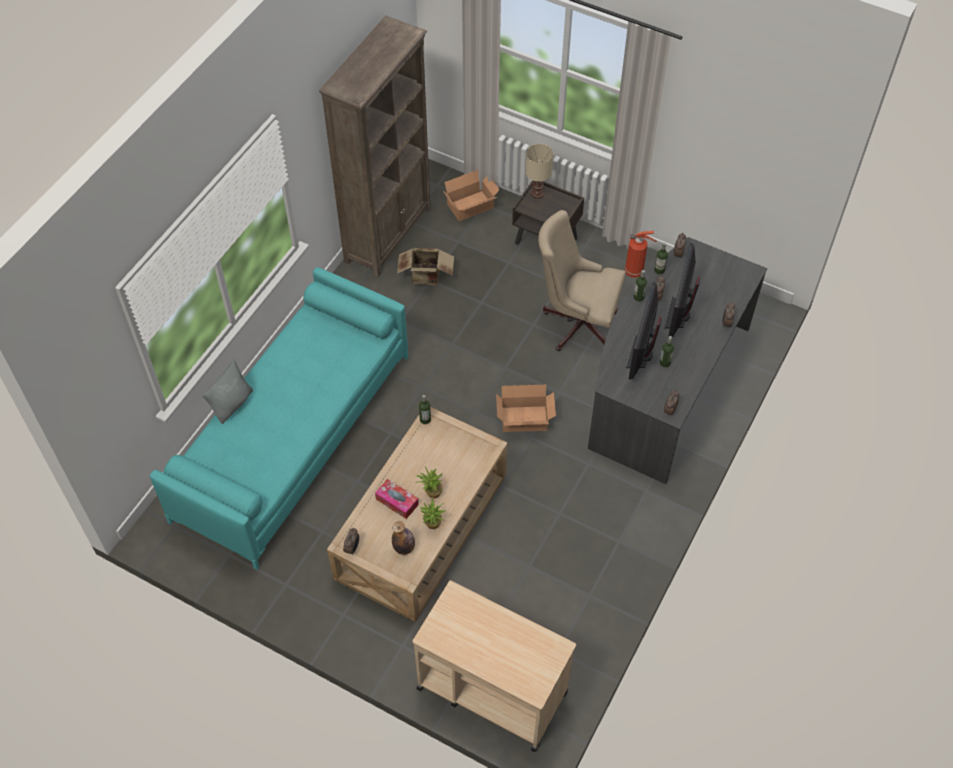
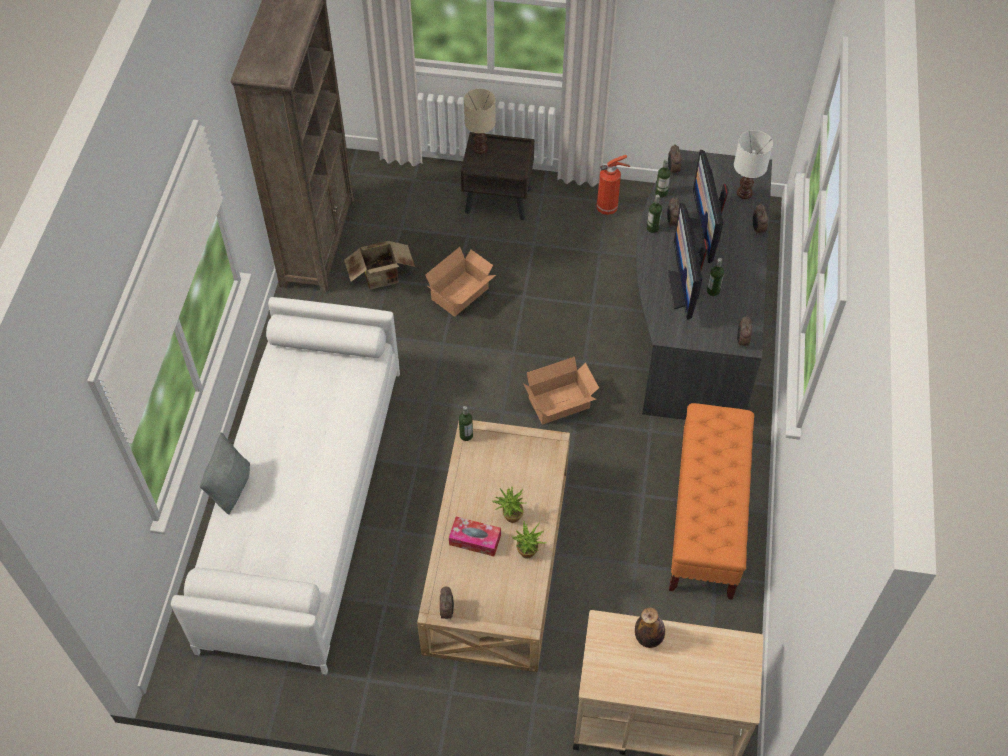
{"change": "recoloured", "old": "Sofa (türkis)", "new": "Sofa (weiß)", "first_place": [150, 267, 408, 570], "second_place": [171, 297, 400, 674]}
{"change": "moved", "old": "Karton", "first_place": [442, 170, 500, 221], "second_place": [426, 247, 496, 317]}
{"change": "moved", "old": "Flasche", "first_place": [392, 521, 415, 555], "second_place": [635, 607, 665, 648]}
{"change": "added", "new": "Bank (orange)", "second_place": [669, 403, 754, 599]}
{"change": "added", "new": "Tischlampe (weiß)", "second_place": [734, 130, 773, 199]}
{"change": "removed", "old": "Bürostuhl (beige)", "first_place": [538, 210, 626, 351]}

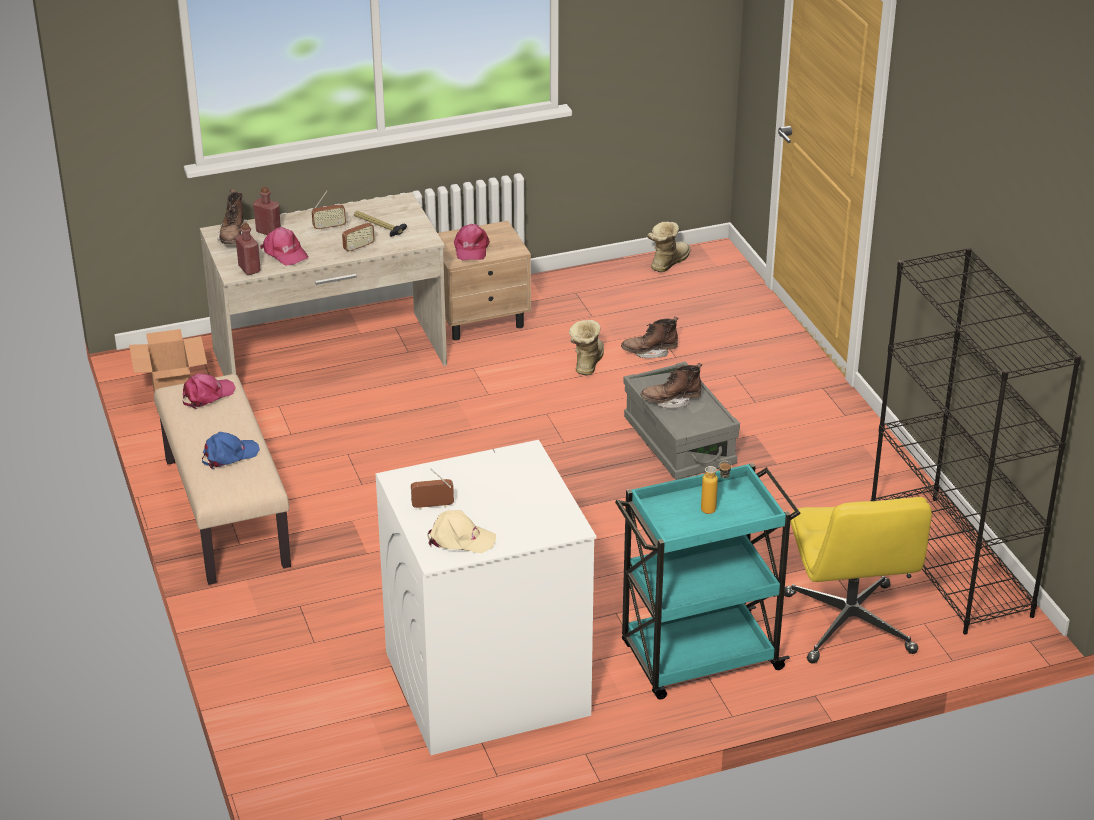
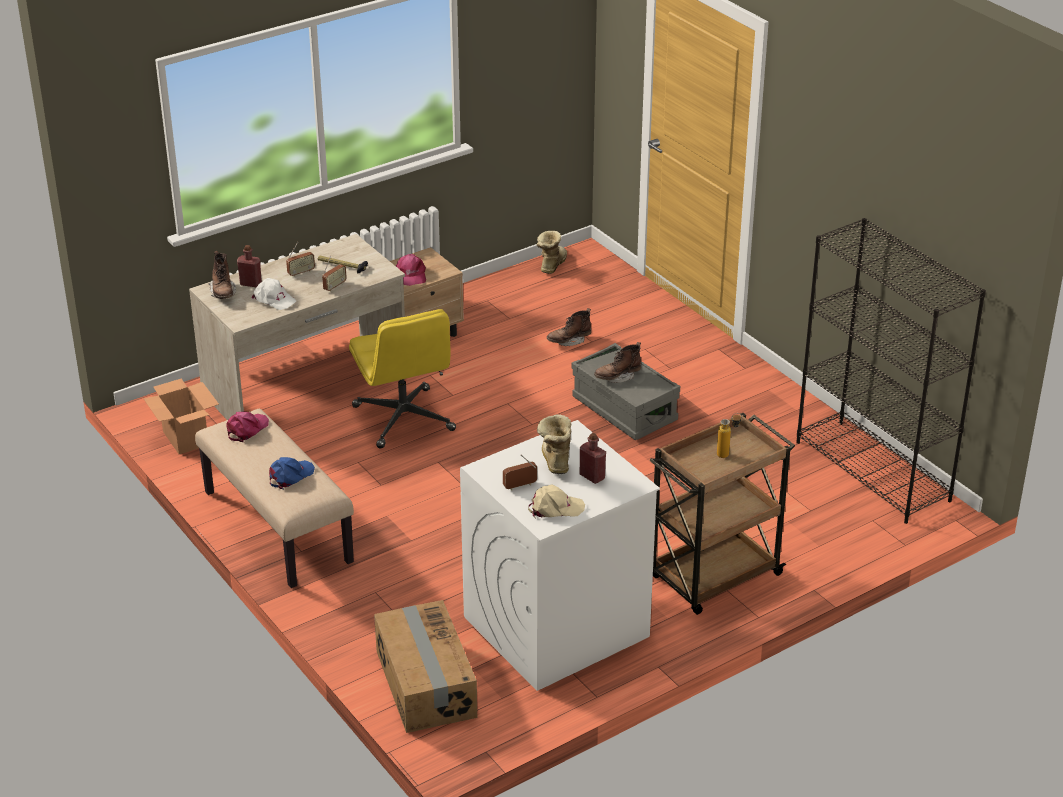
{"change": "recoloured", "old": "Kappe (rosa)", "new": "Kappe (weiß)", "first_place": [260, 227, 309, 265], "second_place": [251, 278, 296, 310]}
{"change": "moved", "old": "Bürostuhl (gelb)", "first_place": [784, 497, 932, 663], "second_place": [349, 309, 456, 449]}
{"change": "added", "new": "Karton", "second_place": [374, 600, 477, 733]}
{"change": "moved", "old": "Stiefel", "first_place": [569, 320, 604, 375], "second_place": [537, 415, 571, 474]}
{"change": "moved", "old": "Flasche (rot)", "first_place": [236, 223, 261, 275], "second_place": [580, 433, 606, 484]}
{"change": "recoloured", "old": "Rollwagen (türkis)", "new": "Rollwagen (braun)", "first_place": [615, 463, 801, 700], "second_place": [649, 413, 795, 615]}

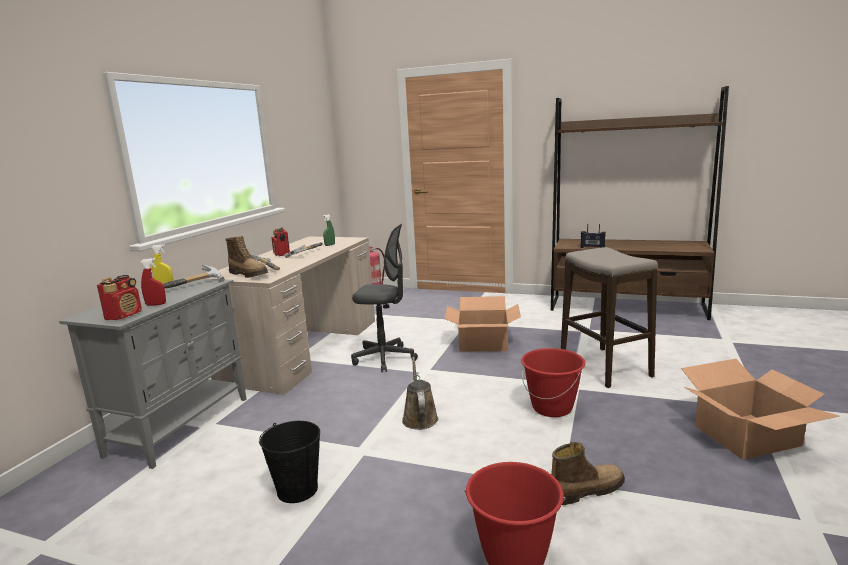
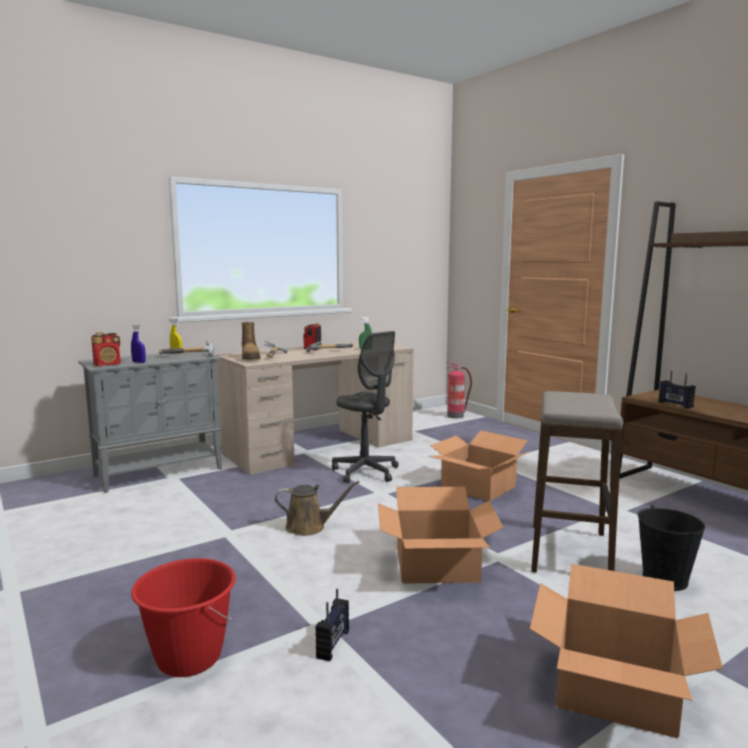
{"change": "recoloured", "old": "Sprühflasche (rot)", "new": "Sprühflasche (blau)", "first_place": [141, 258, 166, 306], "second_place": [131, 323, 146, 363]}
{"change": "turned", "old": "Gießkanne (braun)", "first_place": [402, 357, 438, 430], "second_place": [275, 481, 359, 536], "degrees": 60}
{"change": "replaced", "old": "Stiefel", "new": "Radio", "first_place": [551, 442, 625, 505], "second_place": [315, 589, 349, 661]}
{"change": "replaced", "old": "Eimer (rot)", "new": "Karton", "first_place": [521, 348, 586, 417], "second_place": [378, 487, 504, 584]}
{"change": "moved", "old": "Eimer (schwarz)", "first_place": [259, 421, 320, 503], "second_place": [637, 505, 705, 591]}

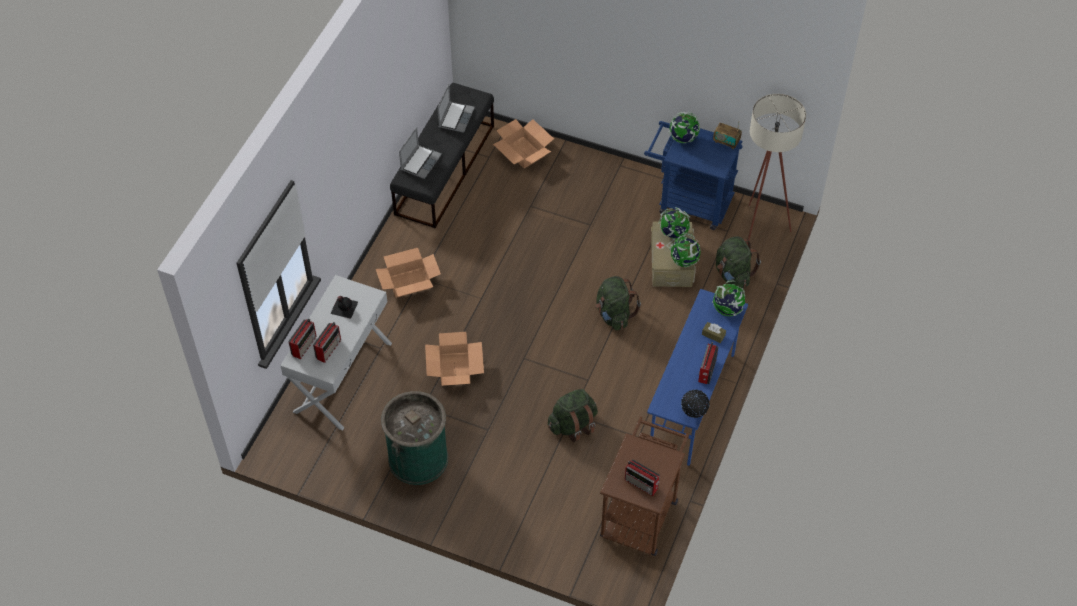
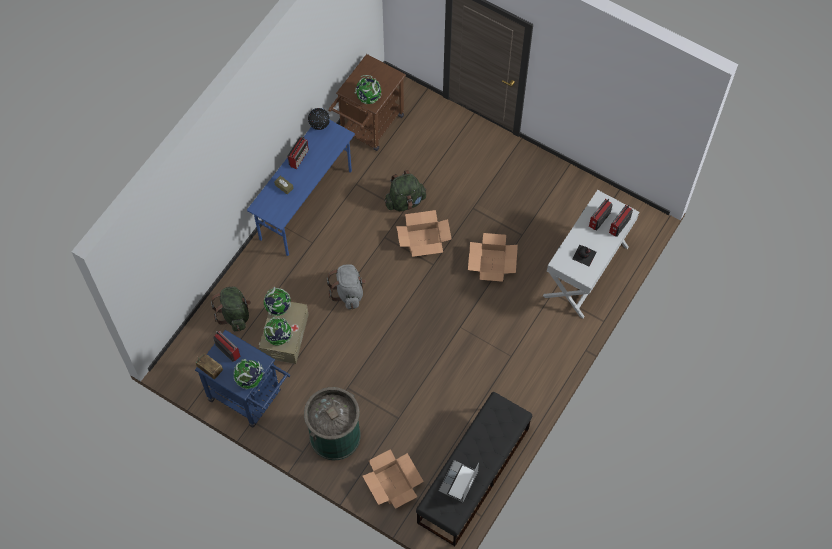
{"change": "moved", "old": "Radio", "first_place": [625, 459, 660, 496], "second_place": [213, 331, 240, 362]}
{"change": "moved", "old": "Mülleimer (grün)", "first_place": [381, 391, 448, 485], "second_place": [304, 387, 361, 460]}
{"change": "recoloured", "old": "Rucksack (grün)", "new": "Rucksack (grau)", "first_place": [595, 276, 641, 331], "second_place": [327, 264, 366, 309]}
{"change": "moved", "old": "Globus", "first_place": [712, 280, 745, 316], "second_place": [355, 75, 382, 104]}
{"change": "moved", "old": "Karton", "first_place": [376, 248, 441, 298], "second_place": [396, 210, 452, 257]}
{"change": "removed", "old": "Laptop", "first_place": [399, 127, 442, 179]}
{"change": "removed", "old": "Stehlampe (beige)", "first_place": [747, 94, 806, 245]}

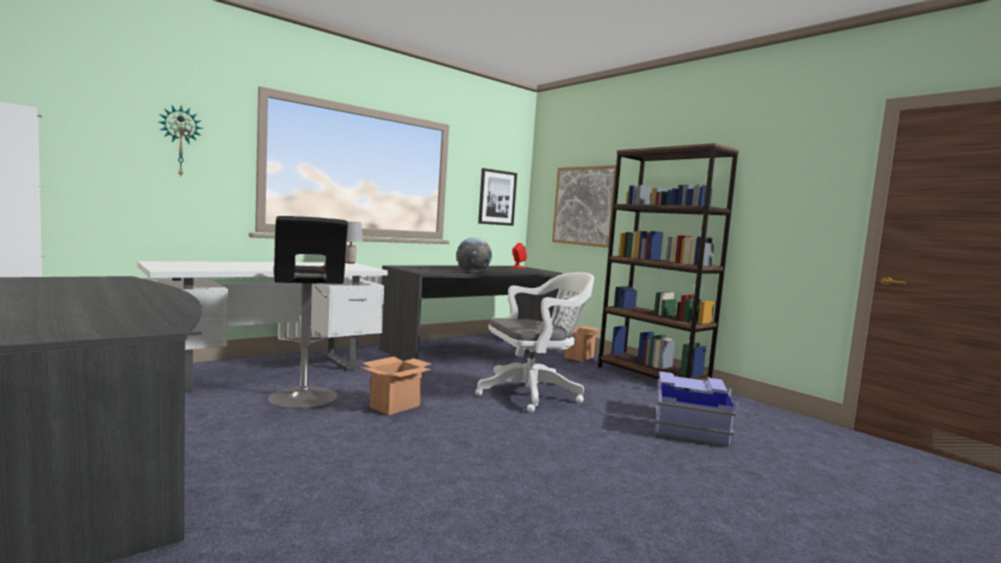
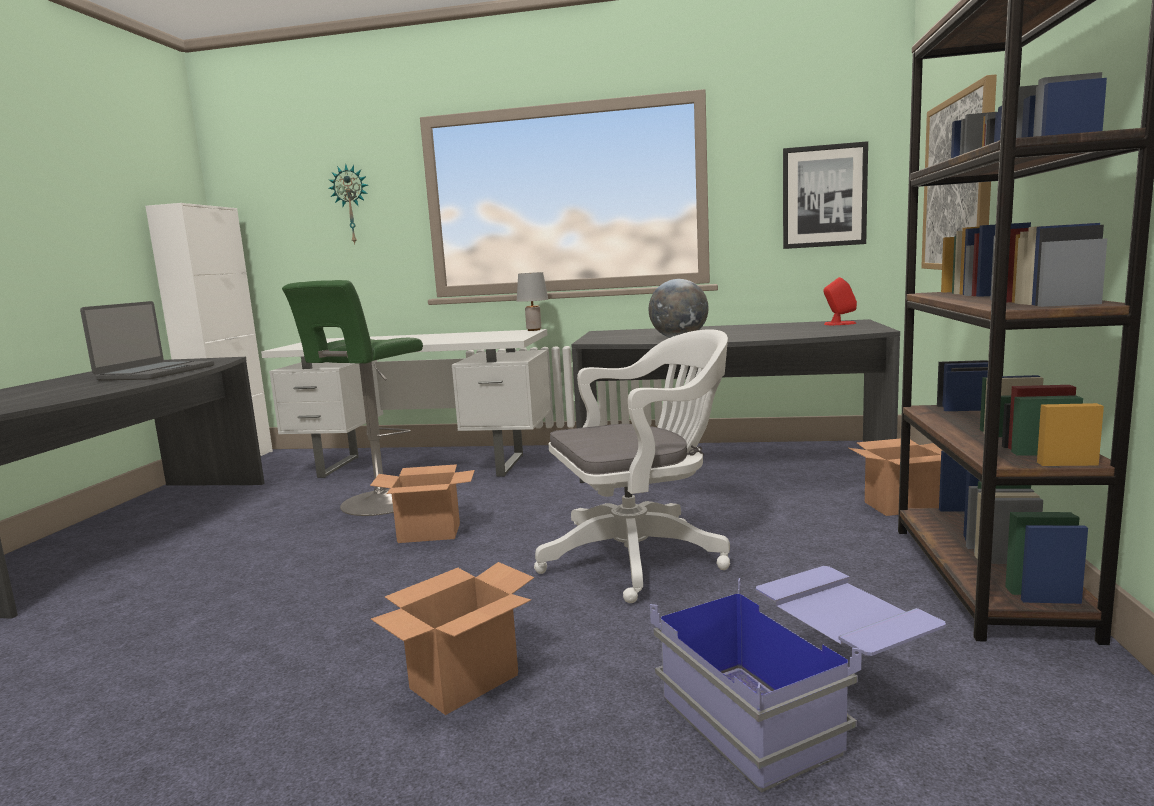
{"change": "added", "new": "Laptop", "second_place": [80, 301, 214, 381]}
{"change": "recoloured", "old": "Hocker (schwarz)", "new": "Hocker (grün)", "first_place": [268, 216, 348, 408], "second_place": [282, 280, 423, 516]}
{"change": "added", "new": "Karton", "second_place": [371, 562, 534, 715]}
{"change": "turned", "old": "Bürostuhl (weiß)", "first_place": [475, 272, 594, 412], "second_place": [534, 329, 730, 603], "degrees": -45}

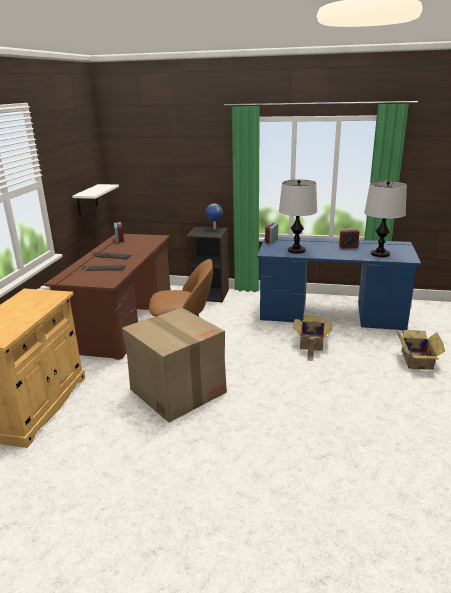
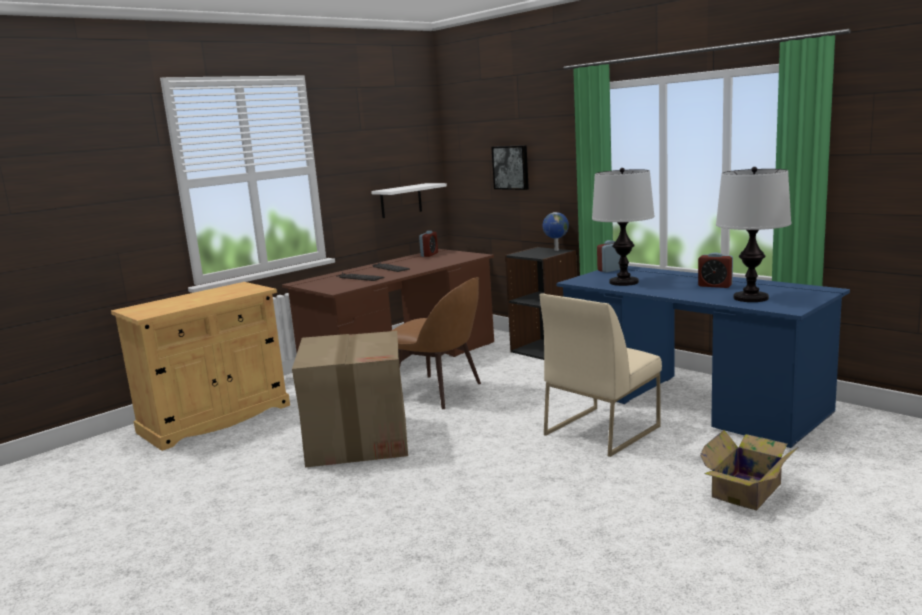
{"change": "added", "new": "Bild", "second_place": [491, 145, 529, 190]}
{"change": "replaced", "old": "Karton", "new": "Stuhl (beige)", "first_place": [293, 315, 332, 361], "second_place": [540, 293, 662, 457]}

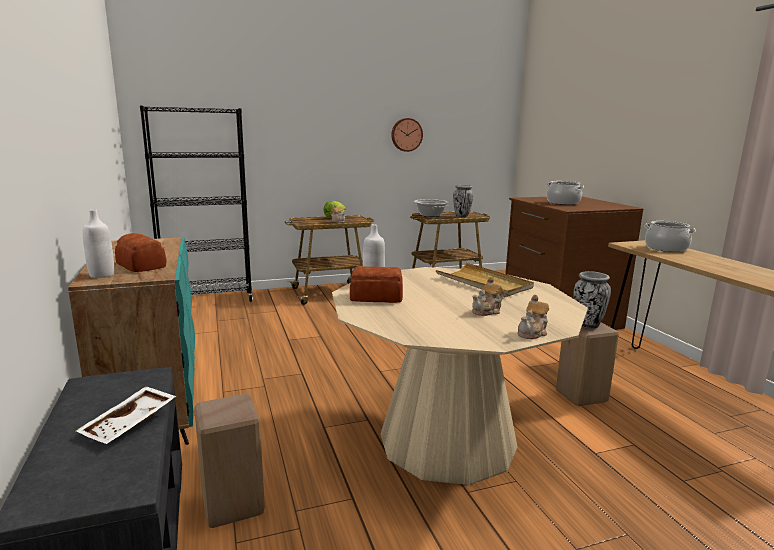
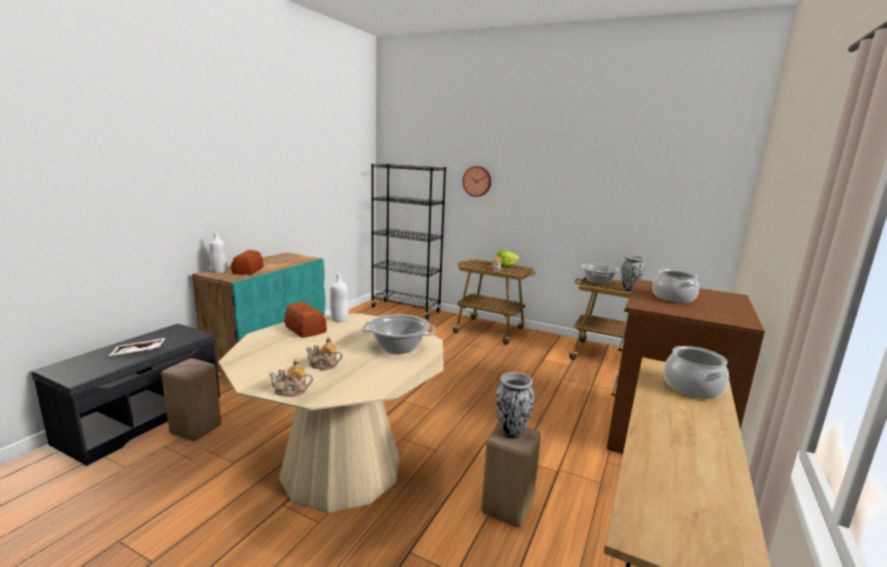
{"change": "replaced", "old": "Tablett (beige)", "new": "Kochtopf", "first_place": [436, 263, 534, 297], "second_place": [362, 314, 435, 354]}
{"change": "moved", "old": "Wanduhr", "first_place": [391, 118, 423, 152], "second_place": [462, 166, 491, 197]}

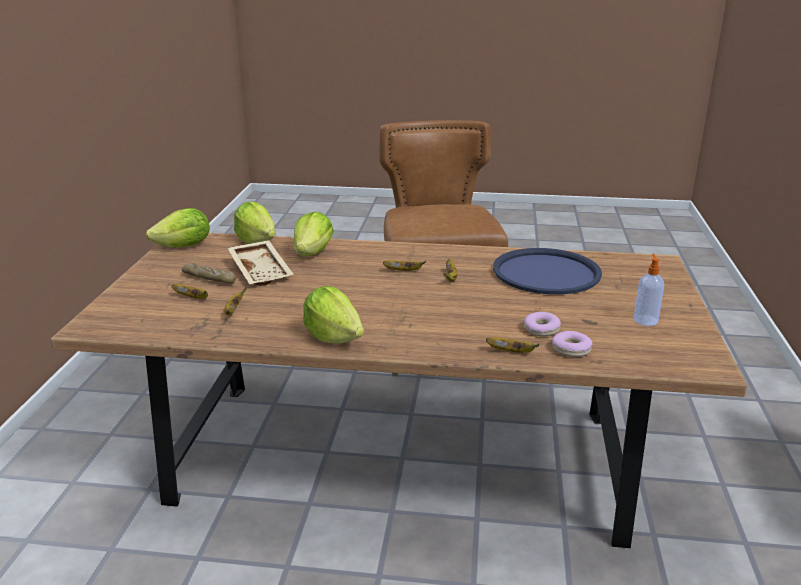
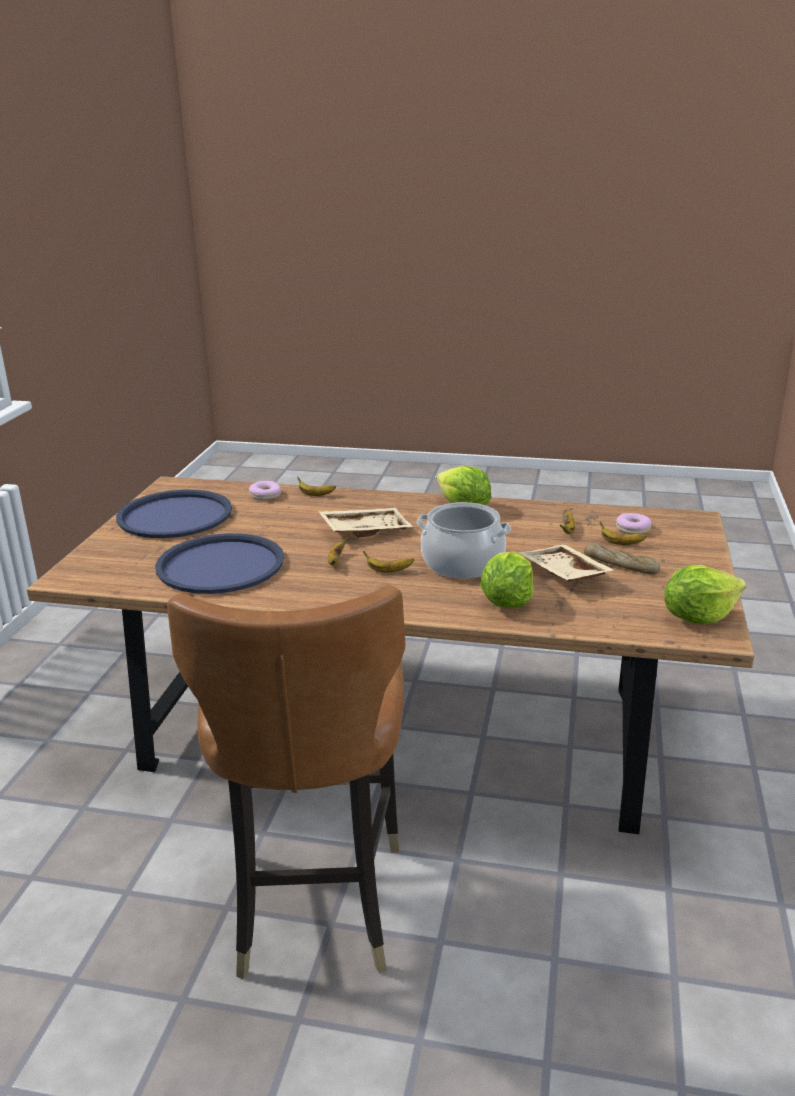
{"change": "replaced", "old": "Seifenspender", "new": "Tablett (blau)", "first_place": [633, 254, 664, 326], "second_place": [116, 490, 232, 538]}
{"change": "added", "new": "Tablett (beige)", "second_place": [318, 508, 413, 537]}
{"change": "added", "new": "Kochtopf", "second_place": [417, 502, 511, 579]}
{"change": "moved", "old": "Donut", "first_place": [524, 312, 561, 337], "second_place": [616, 513, 652, 534]}
{"change": "removed", "old": "Salatkopf", "first_place": [234, 202, 275, 244]}

